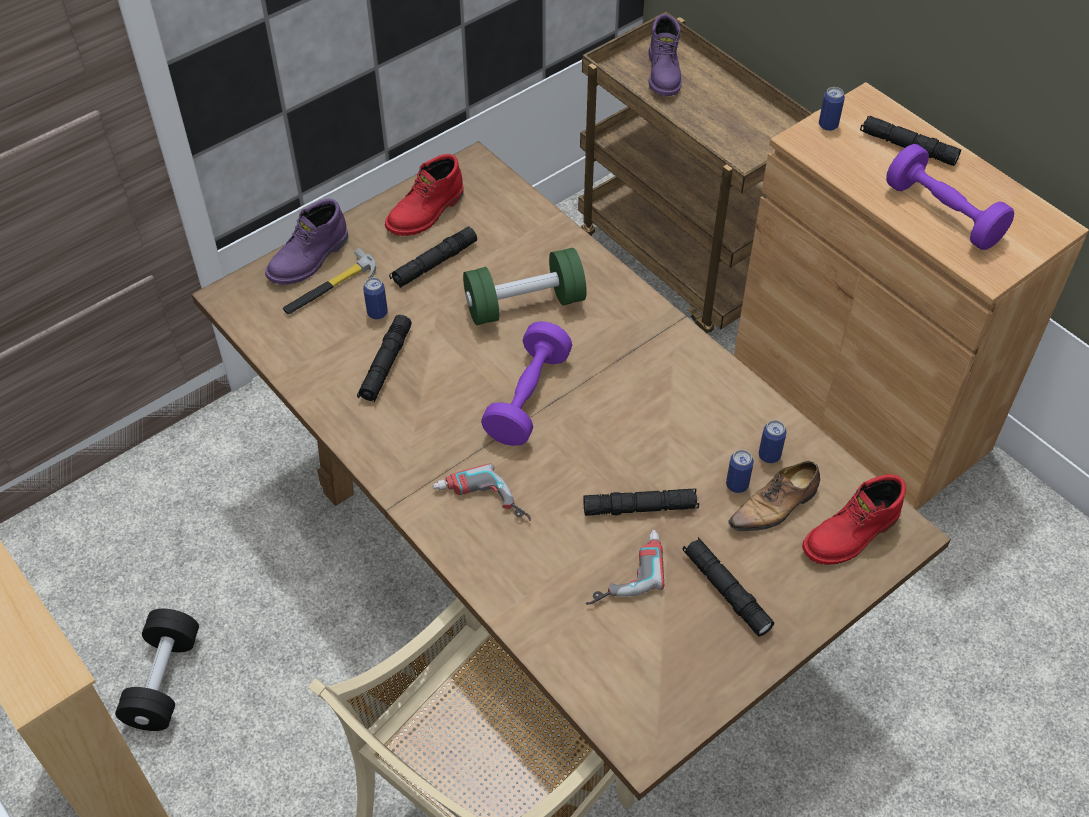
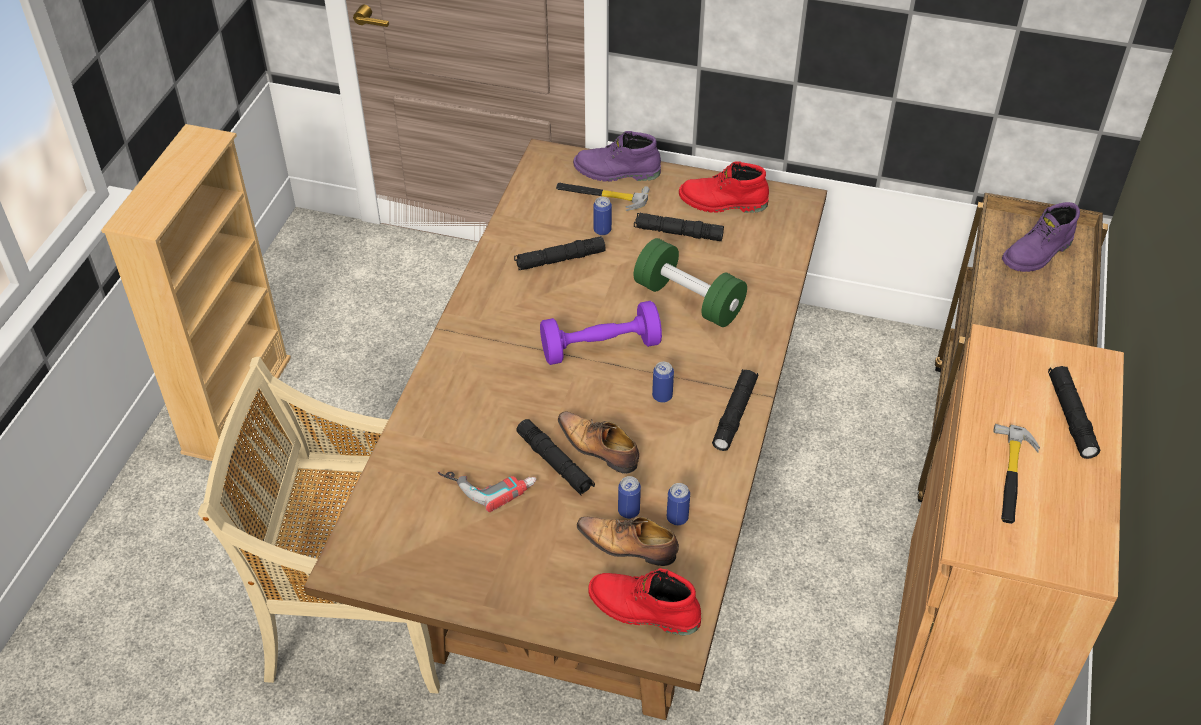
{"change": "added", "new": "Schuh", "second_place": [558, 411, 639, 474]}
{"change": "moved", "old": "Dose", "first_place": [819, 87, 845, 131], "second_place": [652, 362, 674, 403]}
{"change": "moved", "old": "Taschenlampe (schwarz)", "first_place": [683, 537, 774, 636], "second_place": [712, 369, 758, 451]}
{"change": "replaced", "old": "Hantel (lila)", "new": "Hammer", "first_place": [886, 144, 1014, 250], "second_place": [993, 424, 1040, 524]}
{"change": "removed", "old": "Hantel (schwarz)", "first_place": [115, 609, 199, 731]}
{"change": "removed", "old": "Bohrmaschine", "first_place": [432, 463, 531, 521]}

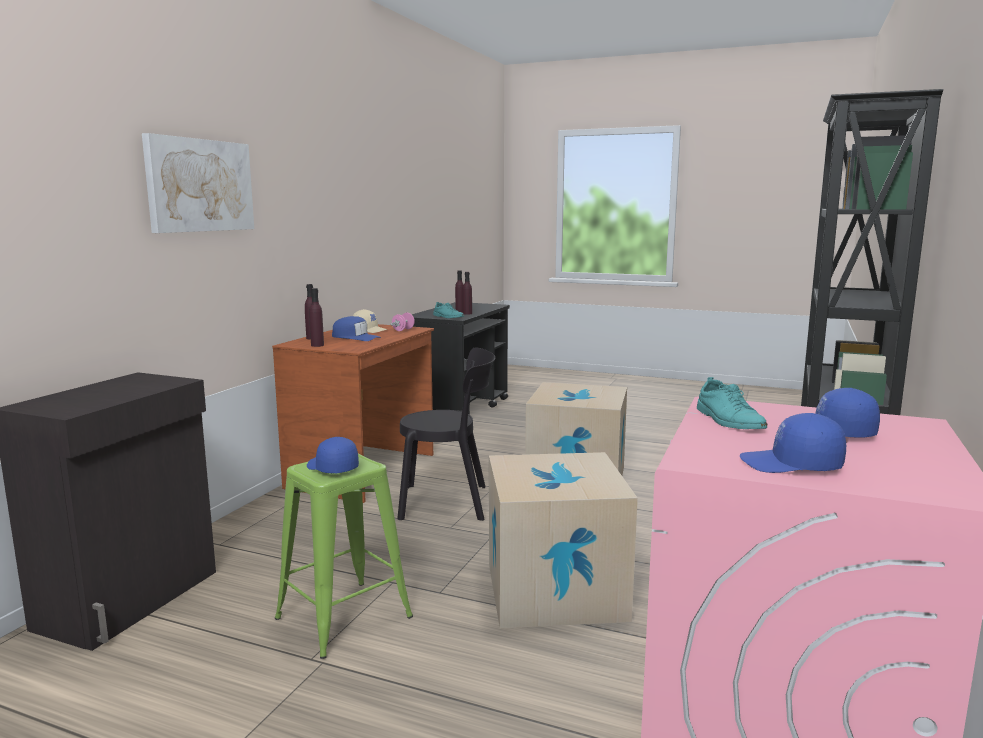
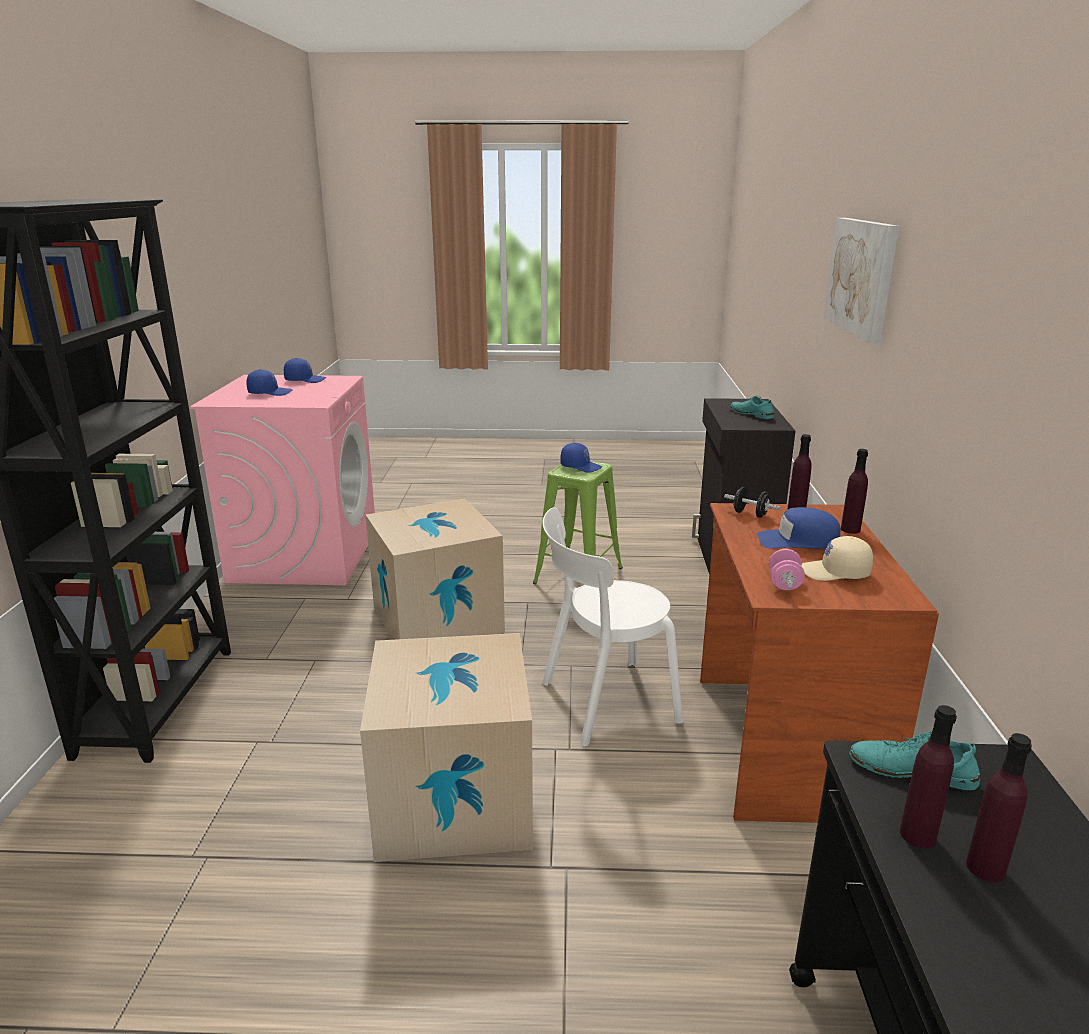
{"change": "recoloured", "old": "Stuhl (schwarz)", "new": "Stuhl (weiß)", "first_place": [397, 347, 495, 521], "second_place": [542, 507, 683, 747]}
{"change": "added", "new": "Hantel (schwarz)", "second_place": [724, 487, 781, 518]}
{"change": "moved", "old": "Schuh (türkis)", "first_place": [697, 377, 767, 429], "second_place": [730, 396, 774, 419]}

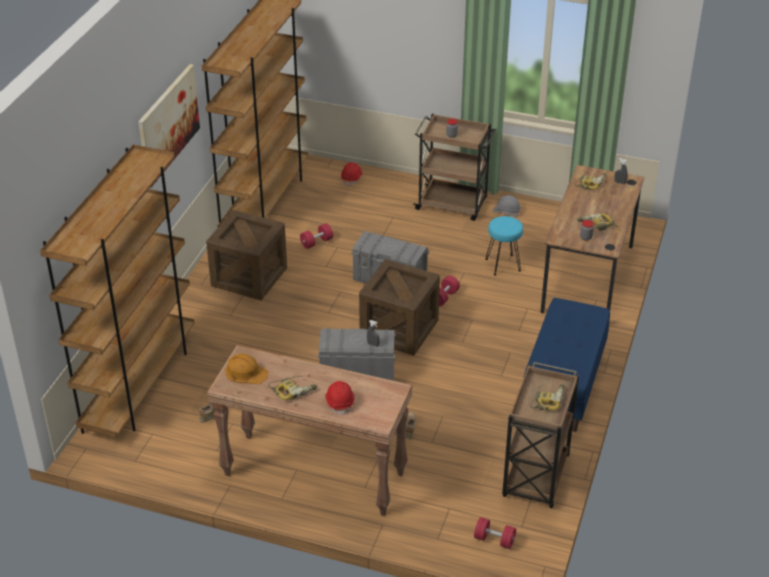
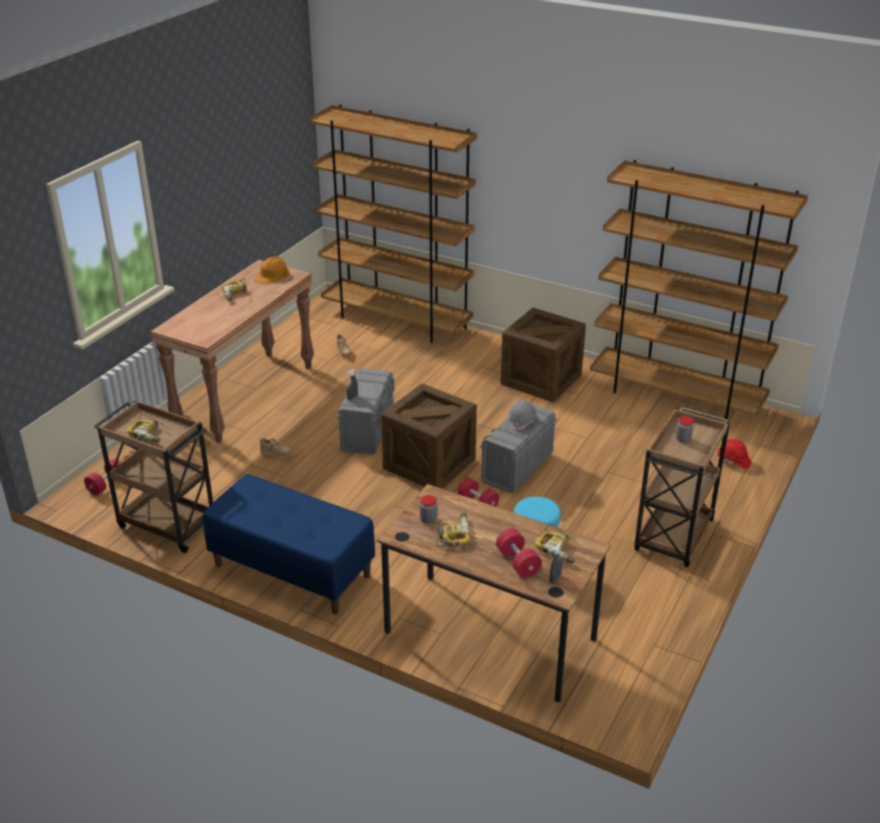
{"change": "moved", "old": "Hantel (rot)", "first_place": [300, 223, 333, 249], "second_place": [496, 528, 542, 578]}
{"change": "moved", "old": "Schutzhelm (grau)", "first_place": [493, 195, 521, 217], "second_place": [508, 400, 539, 431]}
{"change": "removed", "old": "Bild", "first_place": [138, 64, 200, 187]}
{"change": "removed", "old": "Schutzhelm (rot)", "first_place": [325, 381, 355, 416]}

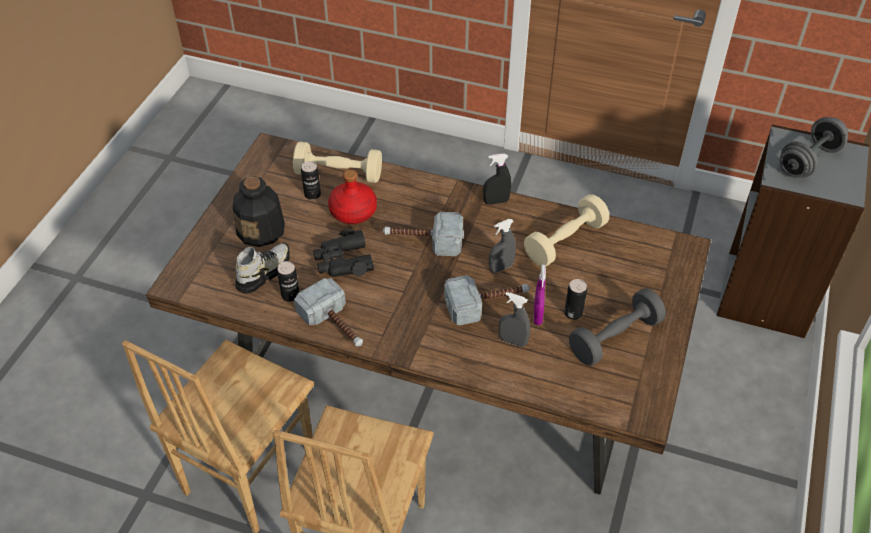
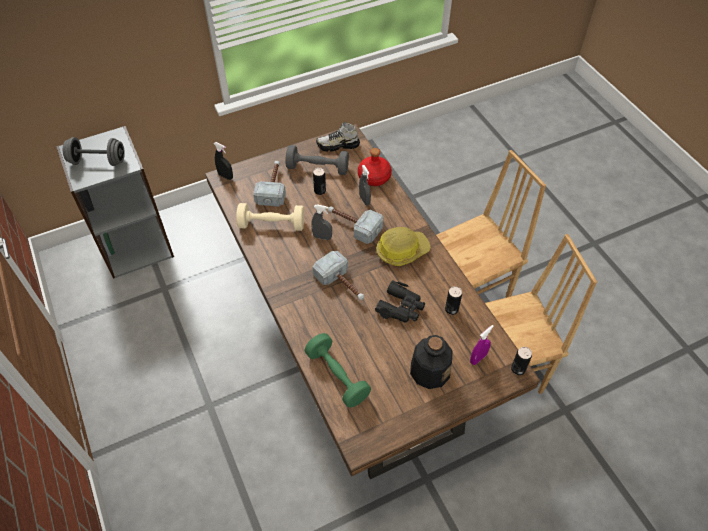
{"change": "moved", "old": "Sprühflasche (schwarz)", "first_place": [483, 153, 511, 205], "second_place": [214, 142, 233, 180]}
{"change": "moved", "old": "Hammer", "first_place": [294, 278, 363, 347], "second_place": [253, 161, 286, 206]}
{"change": "recoloured", "old": "Hantel (beige)", "new": "Hantel (grün)", "first_place": [293, 142, 382, 183], "second_place": [305, 333, 371, 407]}
{"change": "moved", "old": "Schuh", "first_place": [235, 242, 290, 294], "second_place": [316, 122, 360, 152]}
{"change": "moved", "old": "Flasche (rot)", "first_place": [328, 170, 377, 224], "second_place": [358, 148, 392, 186]}
{"change": "added", "new": "Schutzhelm", "second_place": [376, 227, 431, 266]}
{"change": "moved", "old": "Sprühflasche (lila)", "first_place": [534, 265, 546, 325], "second_place": [470, 325, 494, 365]}
{"change": "moved", "old": "Dose", "first_place": [301, 161, 321, 200], "second_place": [511, 347, 532, 375]}

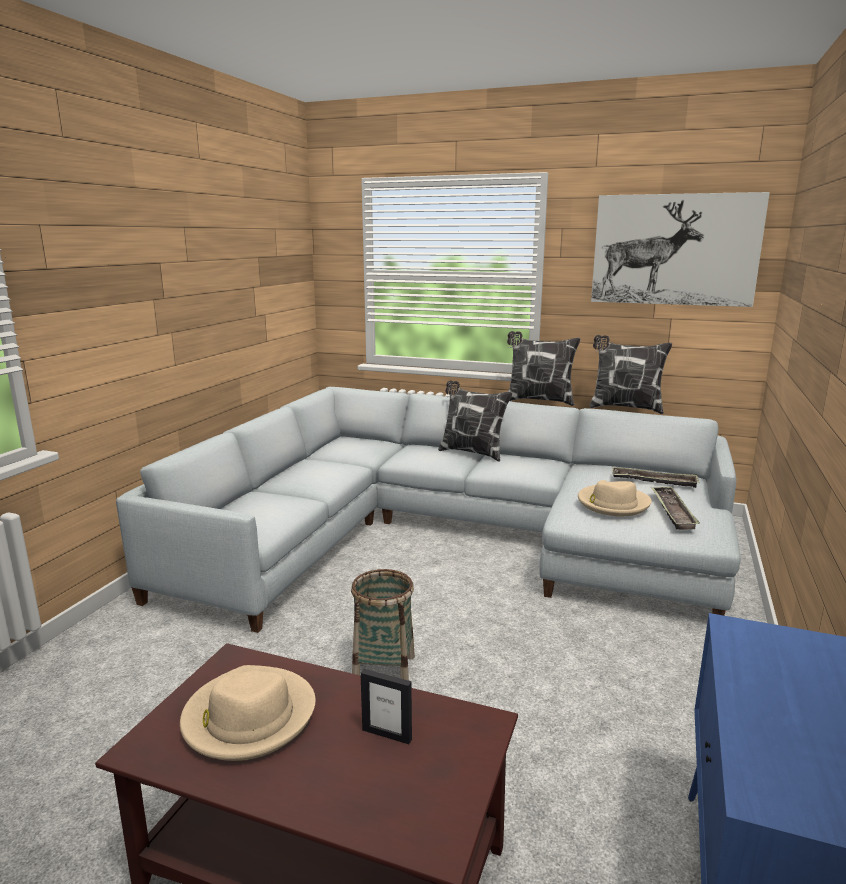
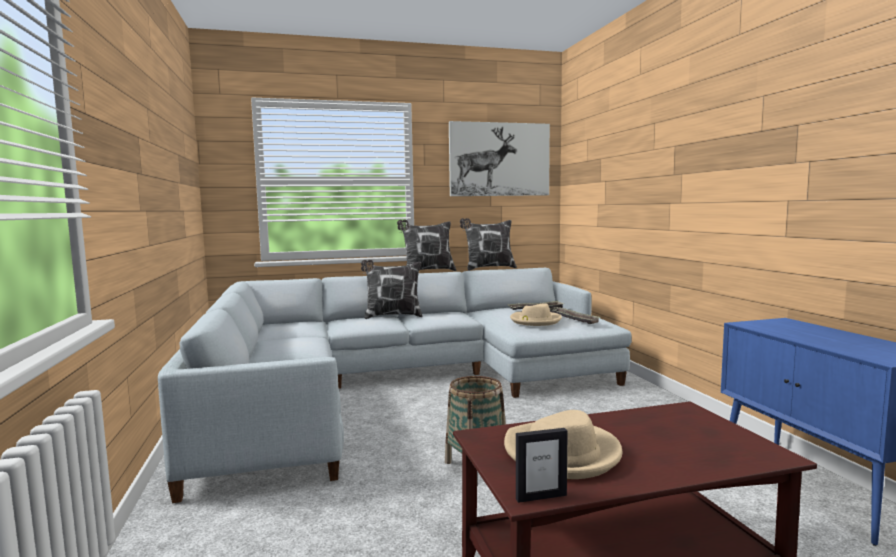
{"change": "moved", "old": "Bilderrahmen", "first_place": [360, 669, 412, 744], "second_place": [516, 428, 568, 503]}

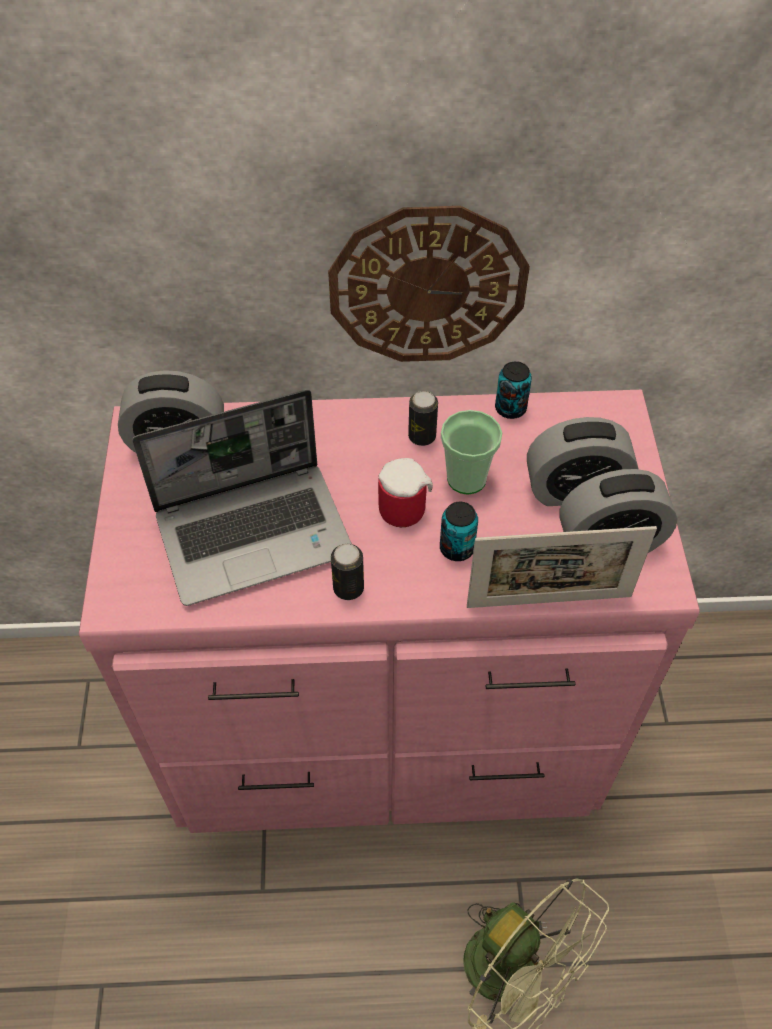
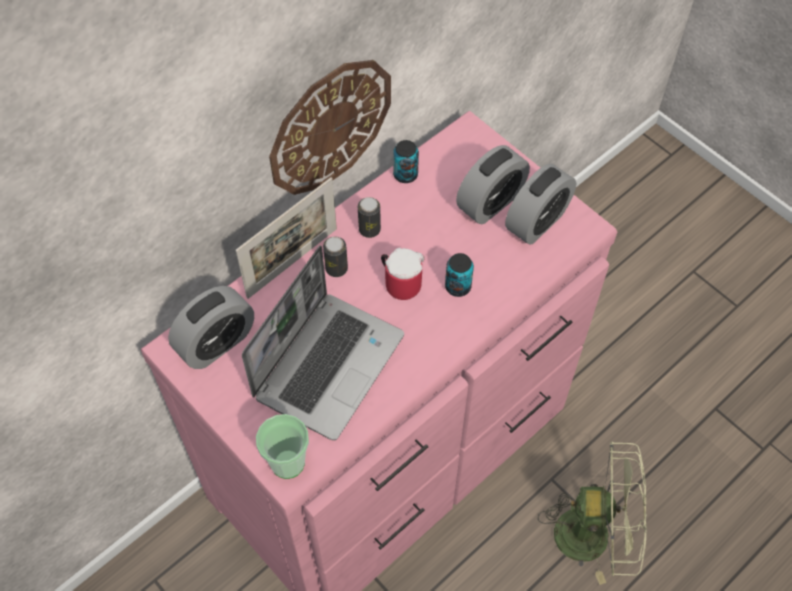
{"change": "moved", "old": "Bilderrahmen", "first_place": [467, 526, 657, 608], "second_place": [235, 177, 337, 299]}
{"change": "moved", "old": "Tasse", "first_place": [441, 410, 502, 495], "second_place": [256, 414, 309, 479]}
{"change": "moved", "old": "Dose", "first_place": [331, 544, 364, 600], "second_place": [323, 237, 348, 277]}

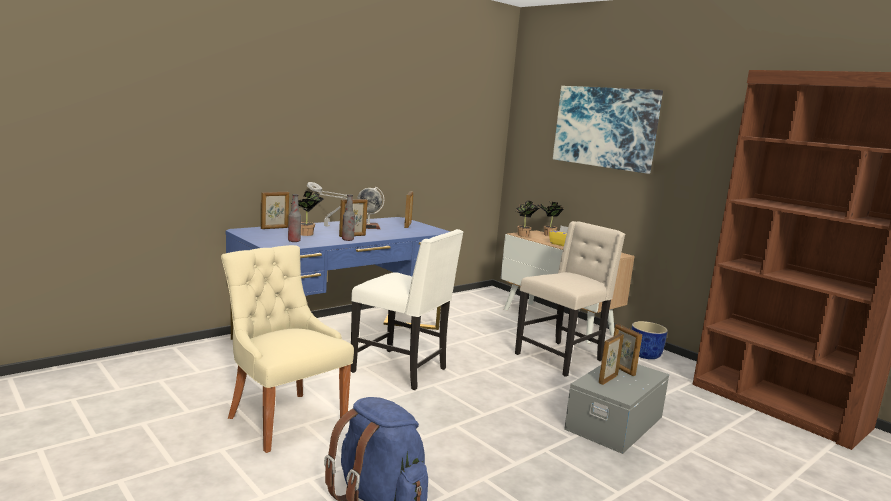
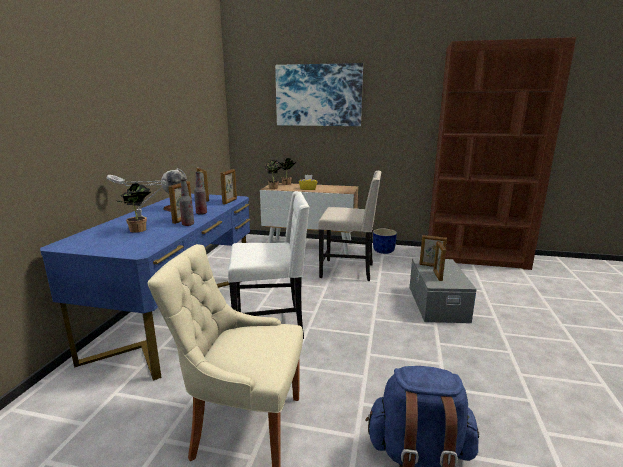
{"change": "moved", "old": "Flasche", "first_place": [288, 194, 301, 242], "second_place": [194, 172, 207, 215]}
{"change": "moved", "old": "Bilderrahmen", "first_place": [261, 192, 289, 229], "second_place": [220, 169, 237, 205]}
{"change": "turned", "old": "Stuhl (beige)", "first_place": [515, 221, 625, 377], "second_place": [318, 171, 382, 281], "degrees": 90}

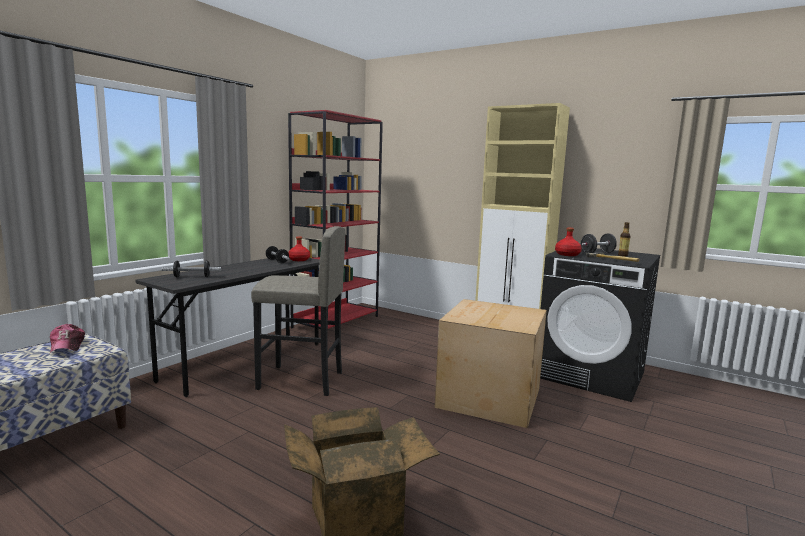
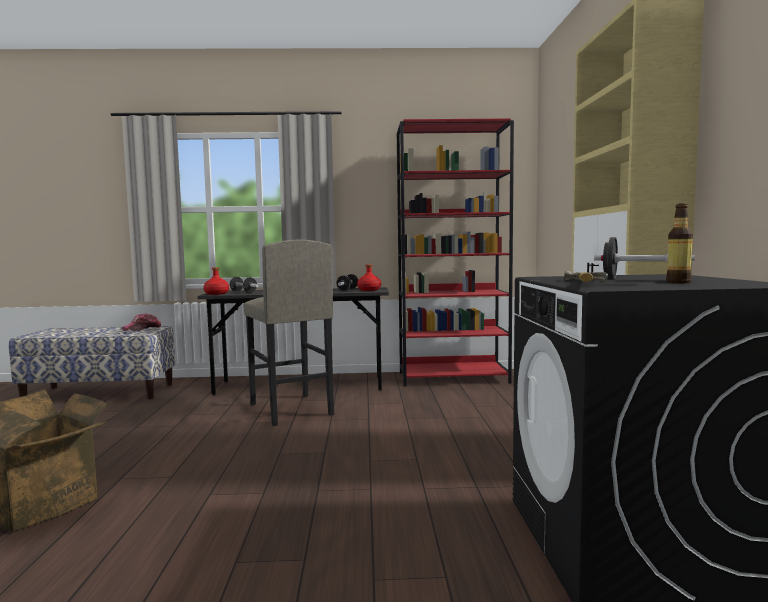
{"change": "moved", "old": "Flasche (rot)", "first_place": [555, 228, 582, 256], "second_place": [203, 267, 229, 295]}
{"change": "removed", "old": "Karton", "first_place": [435, 299, 547, 428]}

